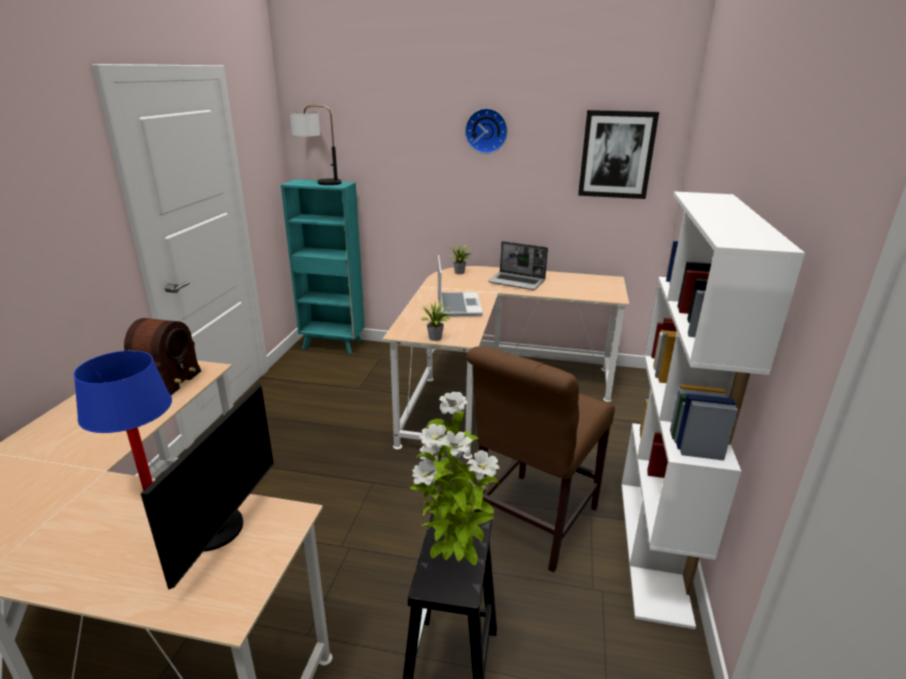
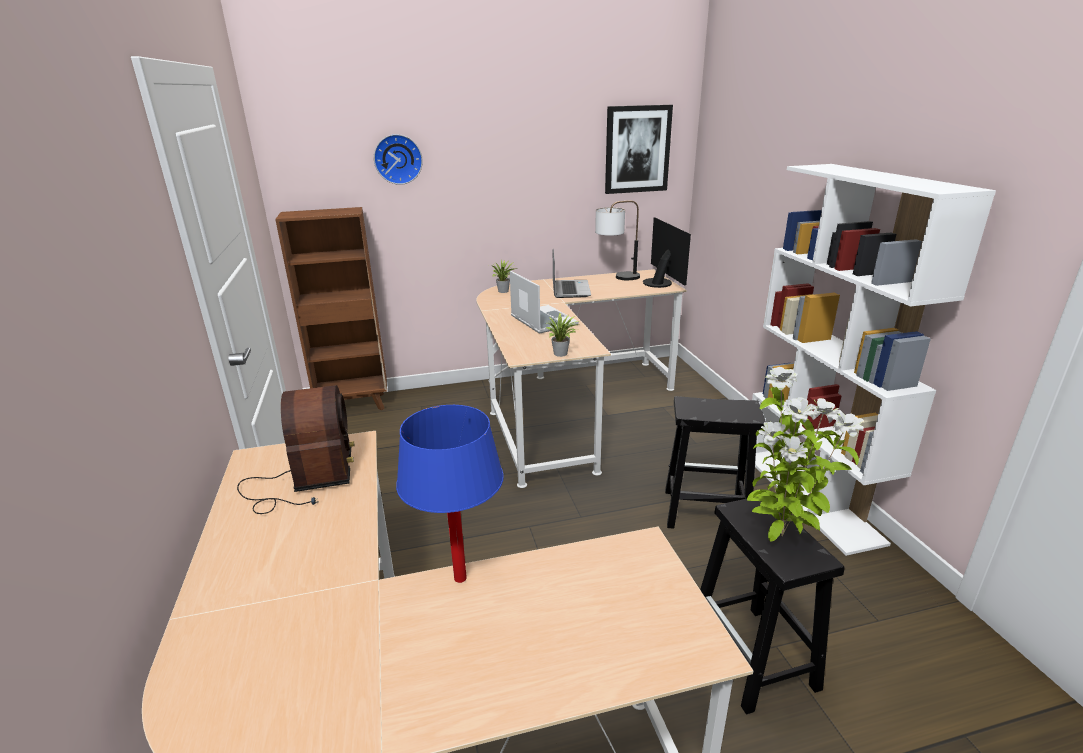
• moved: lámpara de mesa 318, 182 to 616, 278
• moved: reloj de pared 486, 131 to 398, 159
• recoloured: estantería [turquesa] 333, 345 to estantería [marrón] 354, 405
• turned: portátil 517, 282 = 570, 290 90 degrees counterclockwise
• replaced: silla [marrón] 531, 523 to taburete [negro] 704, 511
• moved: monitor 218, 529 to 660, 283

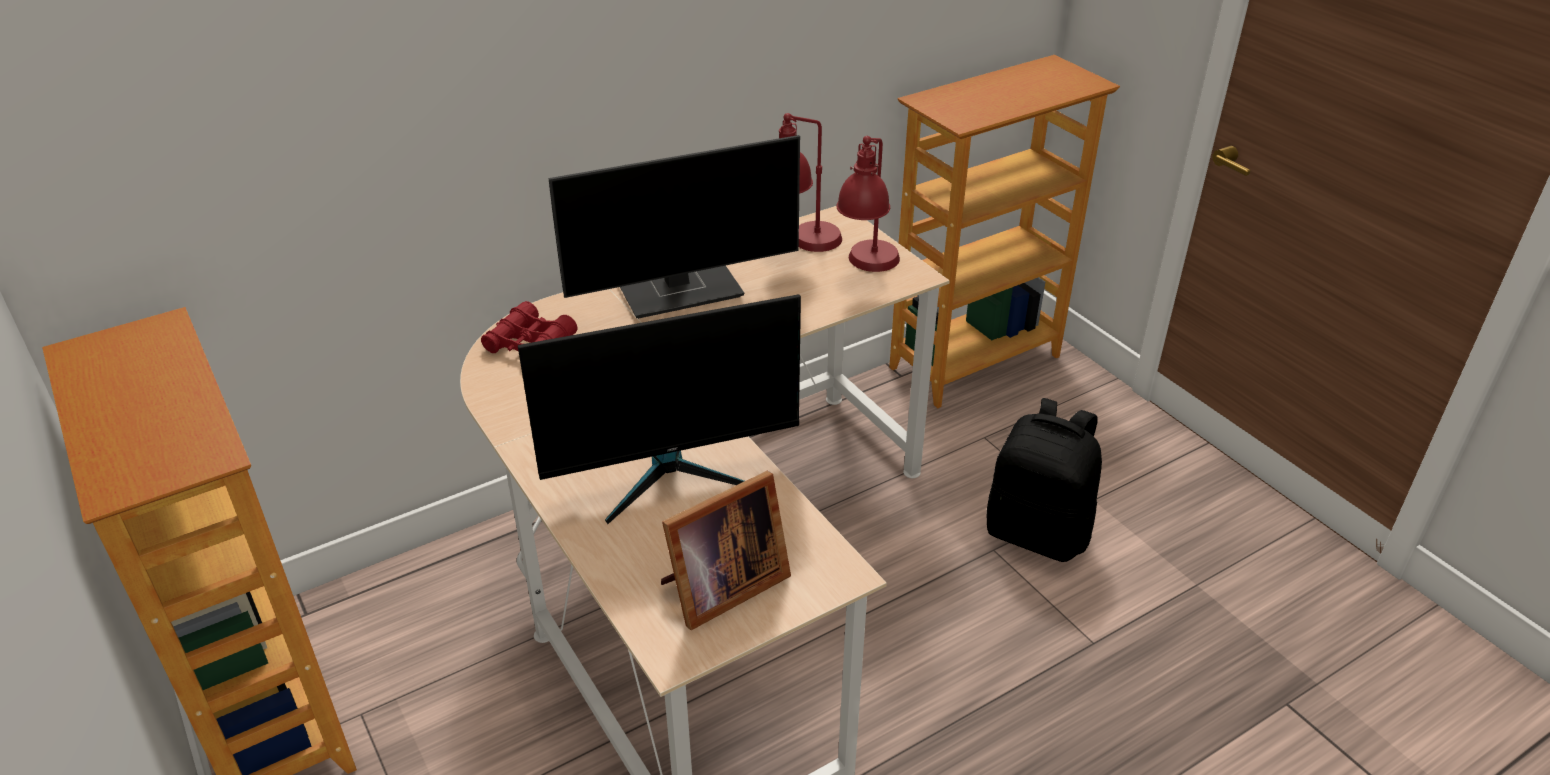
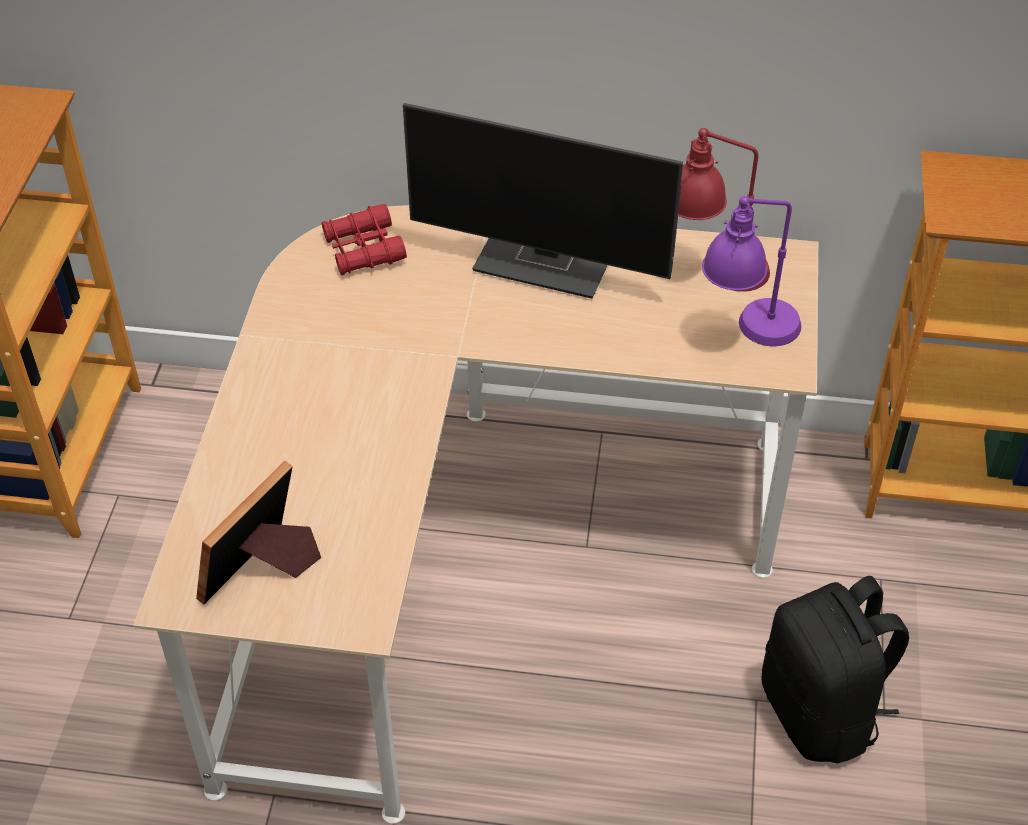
• recoloured: lámpara de mesa [rojo] 867, 269 to lámpara de mesa [morado] 747, 334
• removed: monitor 673, 474
• turned: portarretratos 720, 588 = 263, 570 120 degrees clockwise

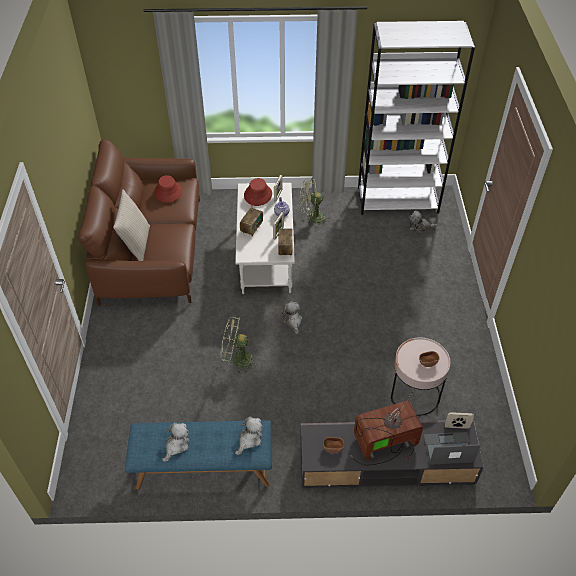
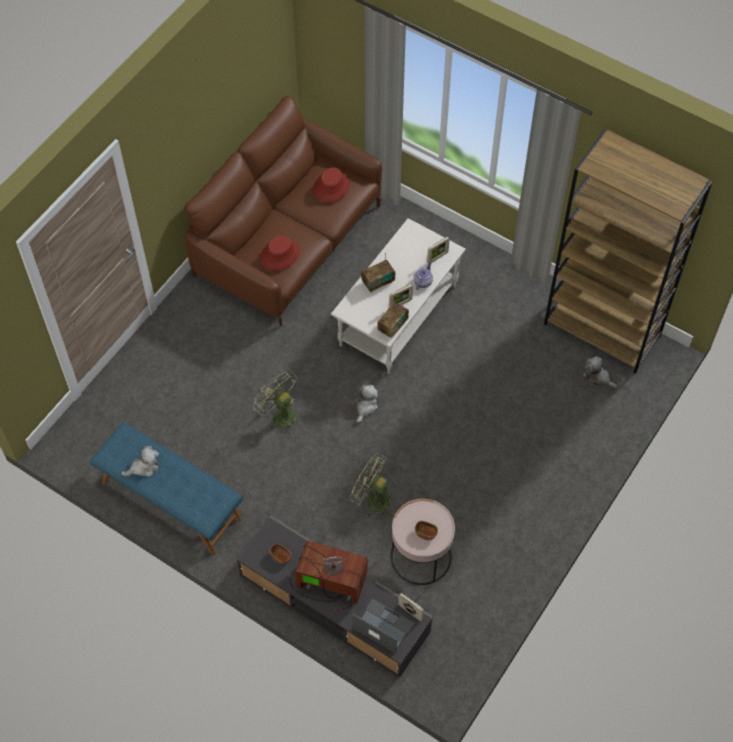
• recoloured: estantería [blanco] 398, 200 to estantería [marrón] 603, 329
• moved: sombrero [rojo] 257, 195 to 279, 255
• moved: ventilador [verde] 311, 218 to 373, 499
• removed: cojín [beis] 136, 244
• removed: peluche 249, 439

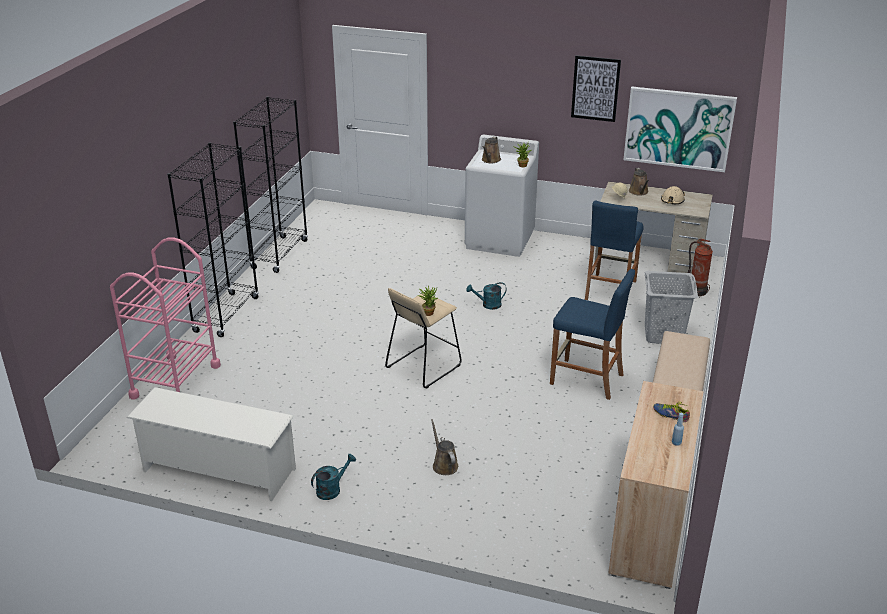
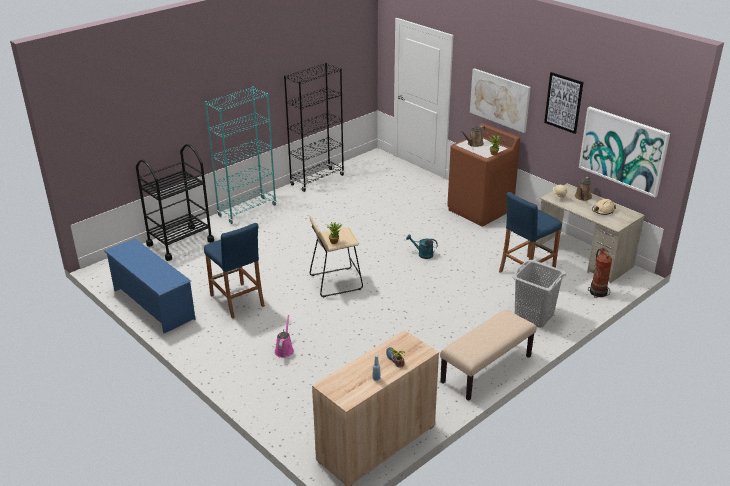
• recoloured: lavadora [blanco] 500, 240 to lavadora [marrón] 480, 210
• recoloured: estantería [negro] 226, 315 to estantería [turquesa] 247, 210
• recoloured: carrito [rosa] 175, 381 to carrito [negro] 180, 243
• moved: taburete [azul] 586, 379 to 237, 300
• recoloured: zapatero [blanco] 218, 470 to zapatero [azul] 153, 304
• recoloured: regadera [marrón] 444, 464 to regadera [rosa] 284, 350
• removed: regadera [turquesa] 332, 489
• added: cuadro 499, 99

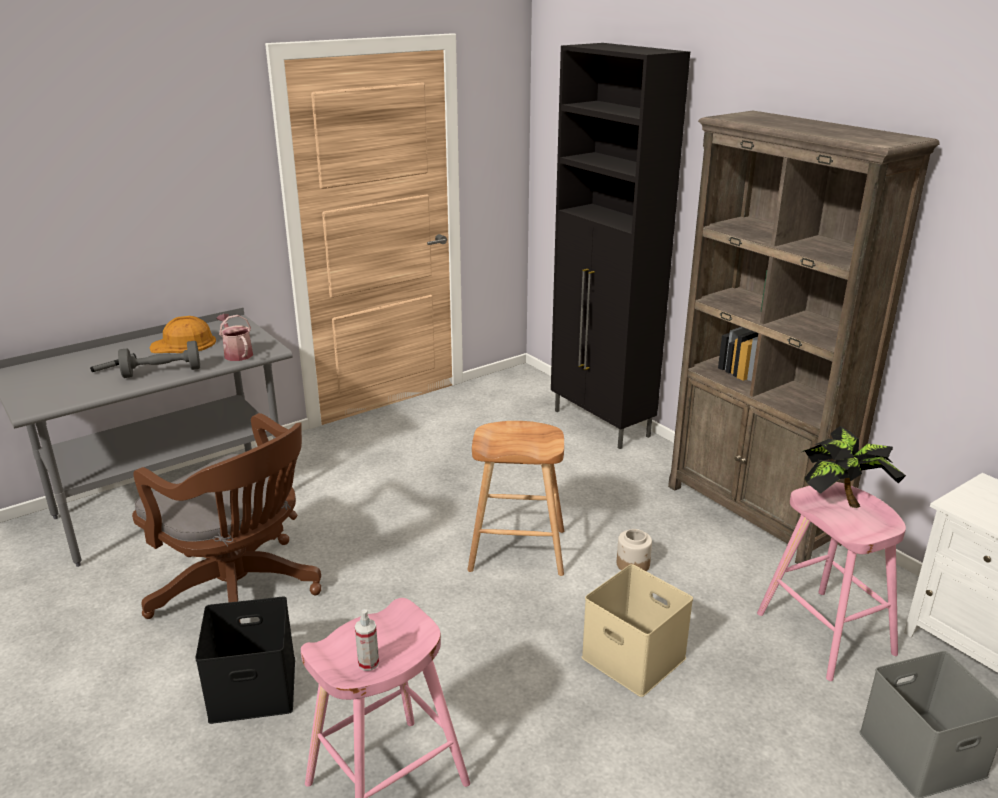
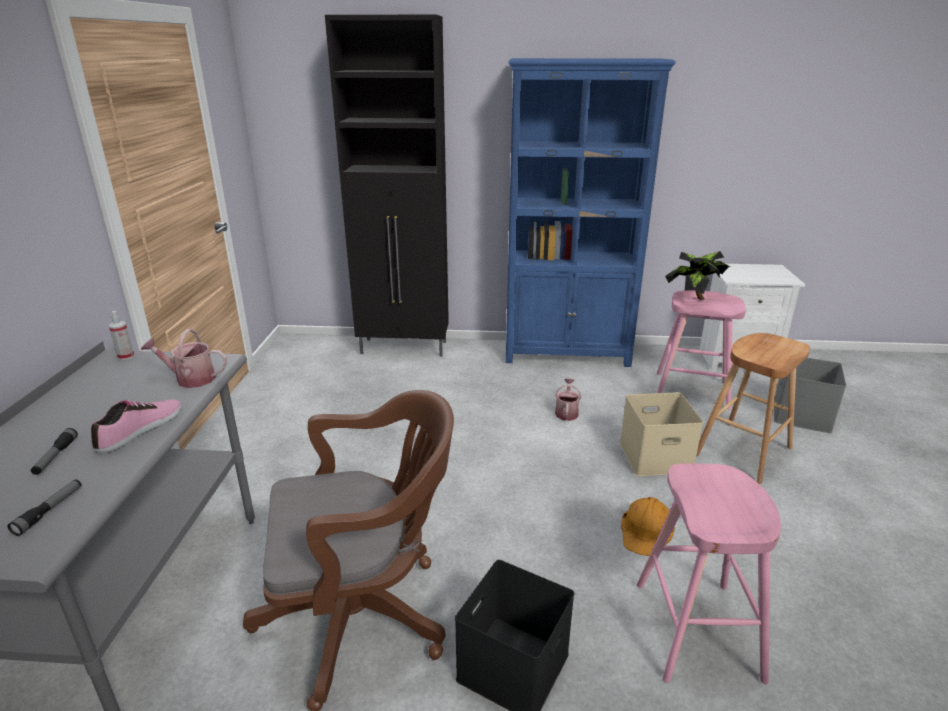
• recoloured: estantería [marrón] 753, 514 to estantería [azul] 567, 354
• moved: casco [naranja] 184, 344 to 646, 530
• replaced: mancuerna [gris] 162, 372 to zapato 141, 430
• moved: taburete [marrón] 517, 550 to 743, 452
• replaced: tarro 633, 564 to regadera 566, 412
• moved: pulverizador 368, 663 to 126, 356
• added: linterna 49, 511

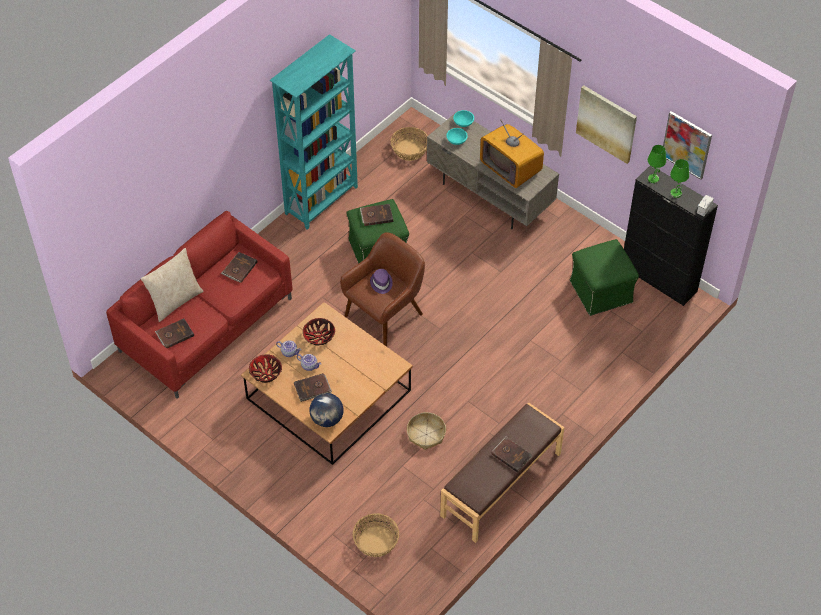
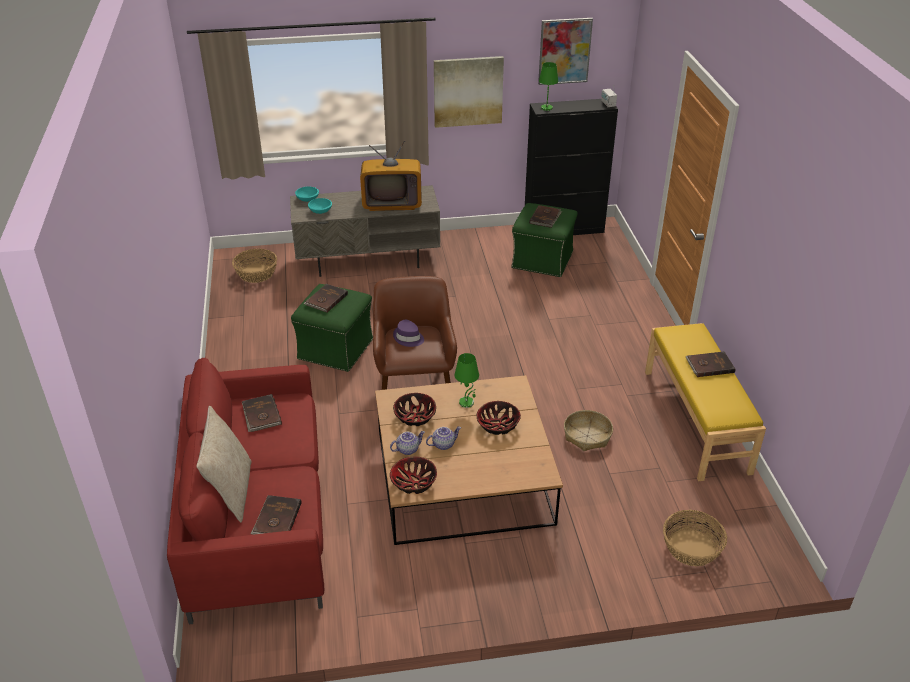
• removed: estantería [turquesa] 322, 200
• moved: lámpara de mesa [verde] 676, 193 to 467, 402
• moved: libro [marrón] 312, 389 to 545, 218
• removed: globo terráqueo 327, 419
• recoloured: banco [marrón] 501, 485 to banco [amarillo] 696, 420
• added: cuenco 498, 426

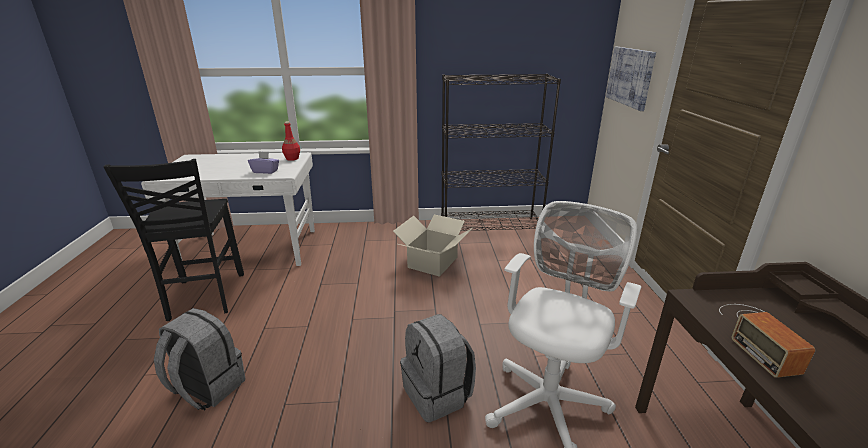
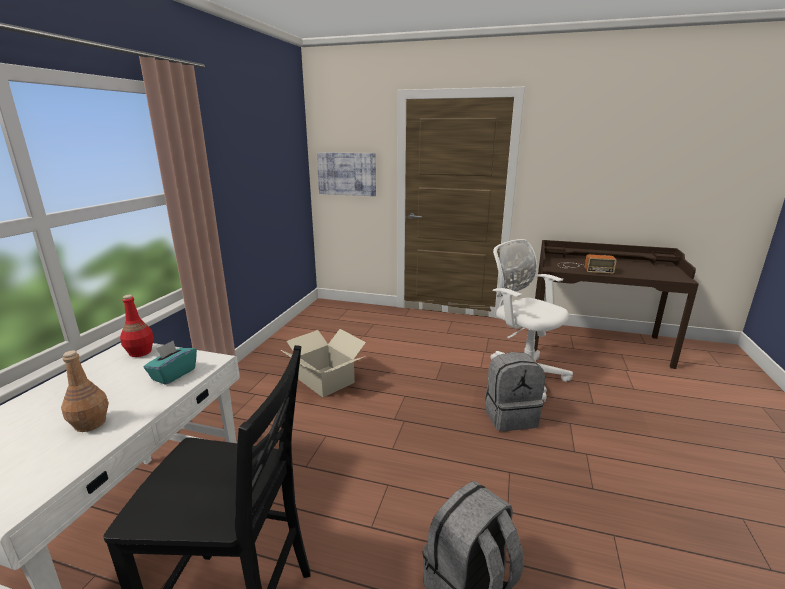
• removed: estantería [negro] 490, 226
• recoloured: caja de pañuelos [morado] 265, 171 to caja de pañuelos [turquesa] 173, 374
• added: botella [marrón] 91, 424

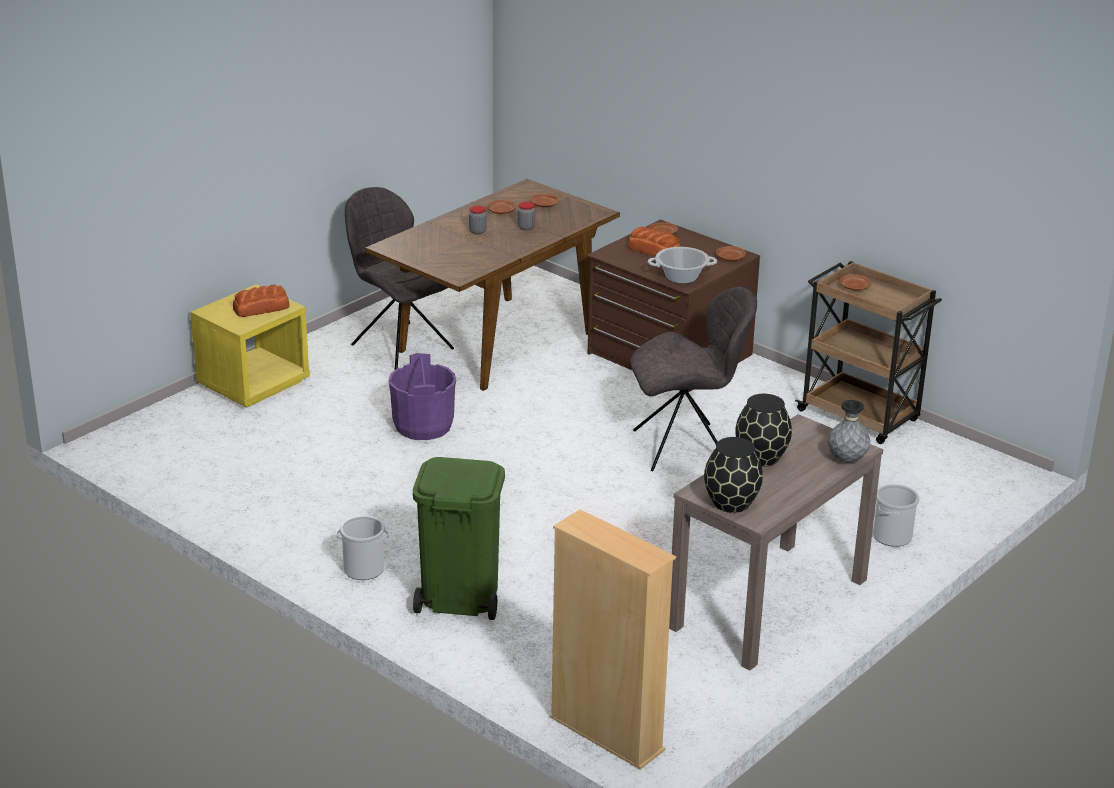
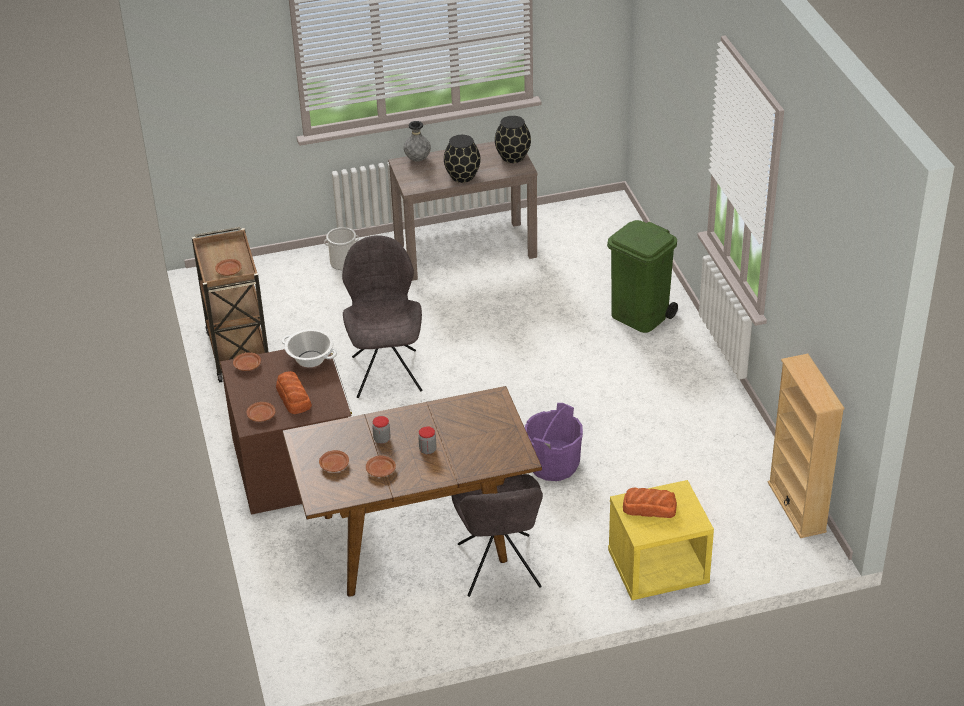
• turned: silla [gris] 685, 447 = 386, 371 60 degrees clockwise
• moved: estantería [beis] 606, 734 to 796, 507
• removed: cubo 364, 569

